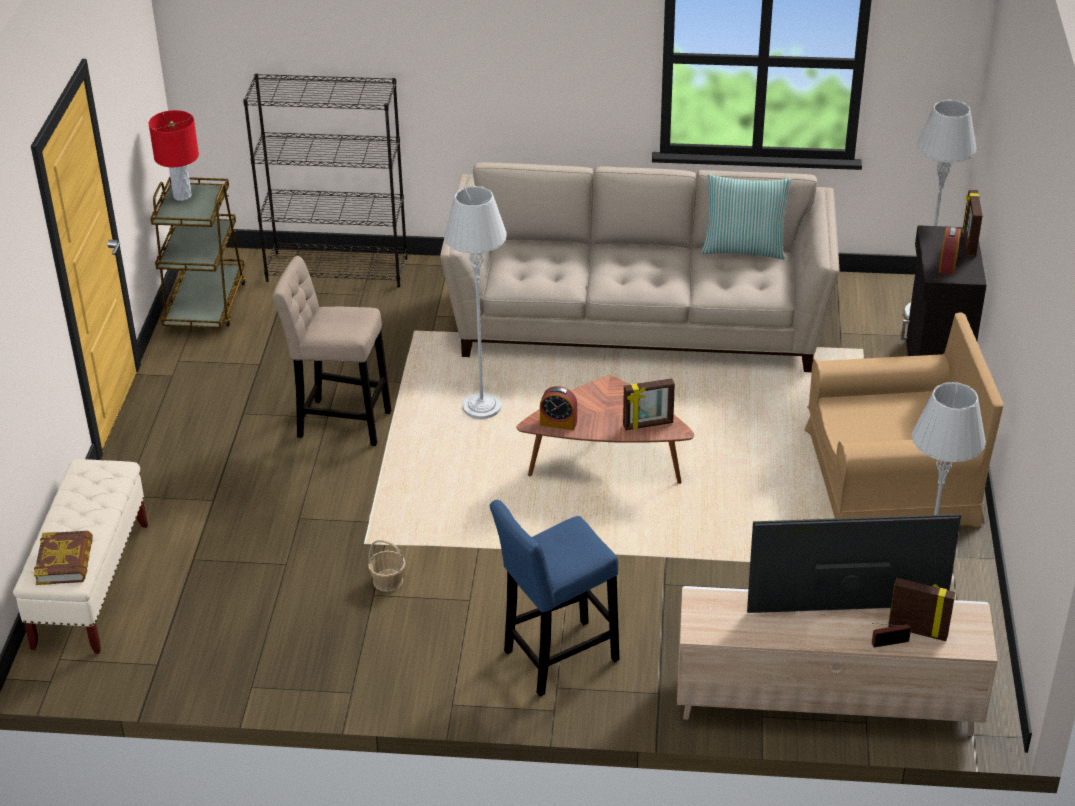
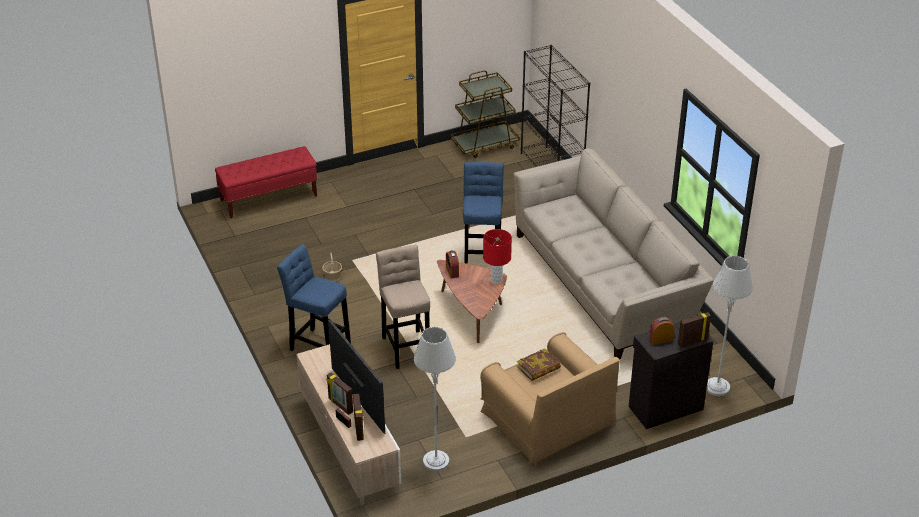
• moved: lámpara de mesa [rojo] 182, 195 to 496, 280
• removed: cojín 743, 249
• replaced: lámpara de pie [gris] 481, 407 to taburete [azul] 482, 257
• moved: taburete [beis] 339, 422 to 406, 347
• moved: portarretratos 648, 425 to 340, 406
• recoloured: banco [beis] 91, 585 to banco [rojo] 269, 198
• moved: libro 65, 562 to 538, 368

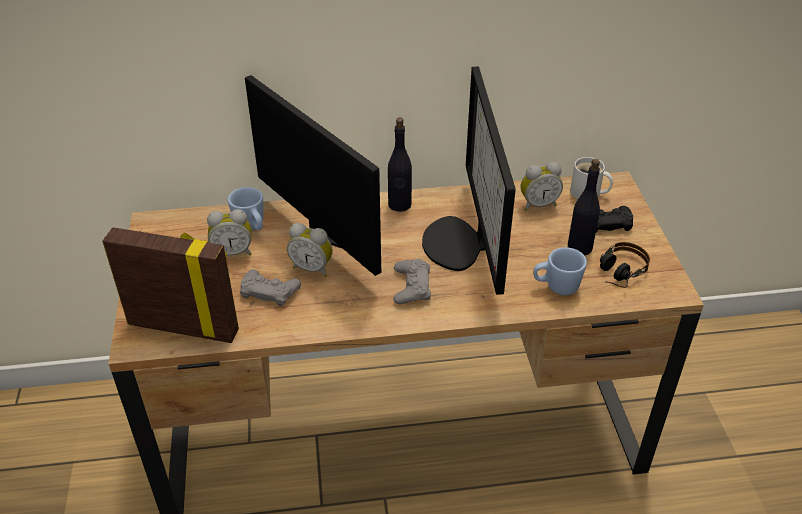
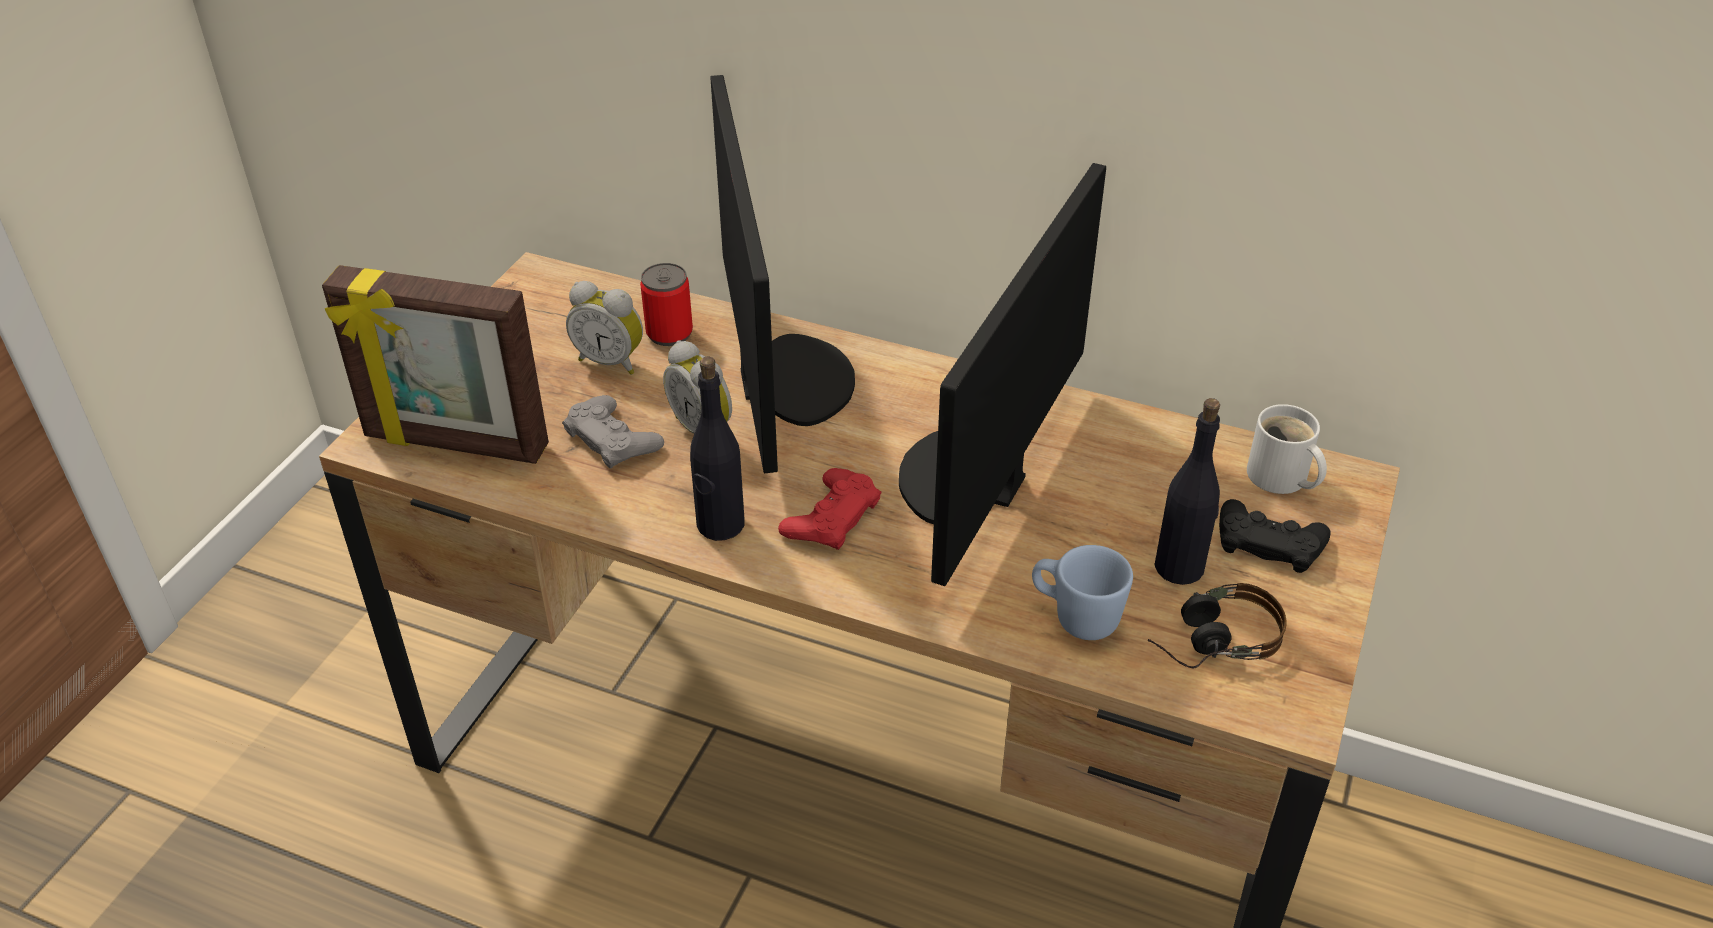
• moved: botella [negro] 399, 205 to 720, 525
• removed: despertador 538, 204
• replaced: taza grande [azul] 252, 227 to lata 669, 333
• turned: portarretratos 184, 326 = 455, 444 150 degrees clockwise
• recoloured: mando de consola [gris] 411, 286 to mando de consola [rojo] 831, 517

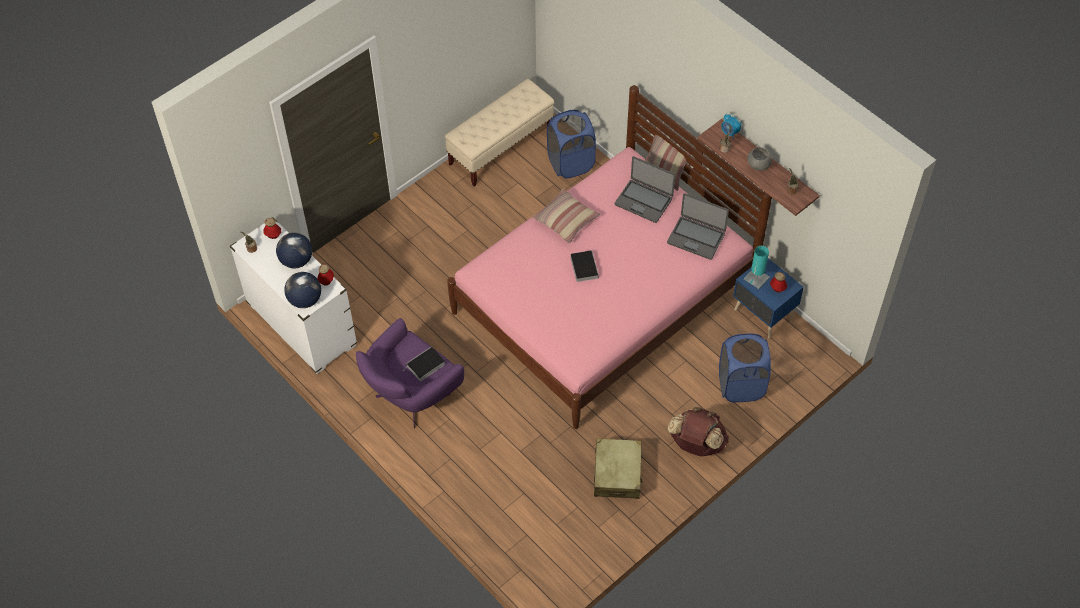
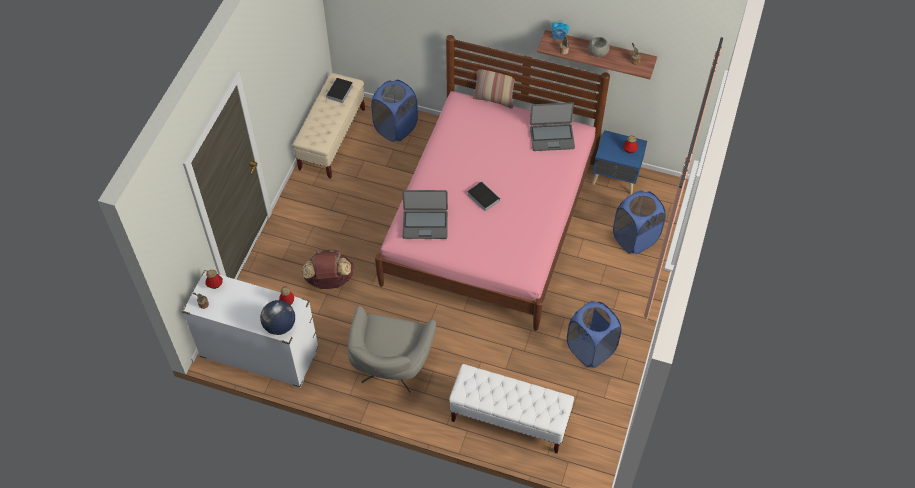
• moved: portátil 644, 201 to 425, 224
• removed: cojín 565, 220
• removed: globo terráqueo 296, 261
• removed: lámpara de mesa [turquesa] 756, 278
• recoloured: sillón [morado] 410, 398 to sillón [gris] 390, 369
• moved: libro 425, 366 to 339, 92
• moved: mochila [marrón] 696, 444 to 329, 281
• replaced: maleta [beis] 617, 473 to cesto de la ropa [azul] 590, 349
• added: banco [blanco] 509, 419

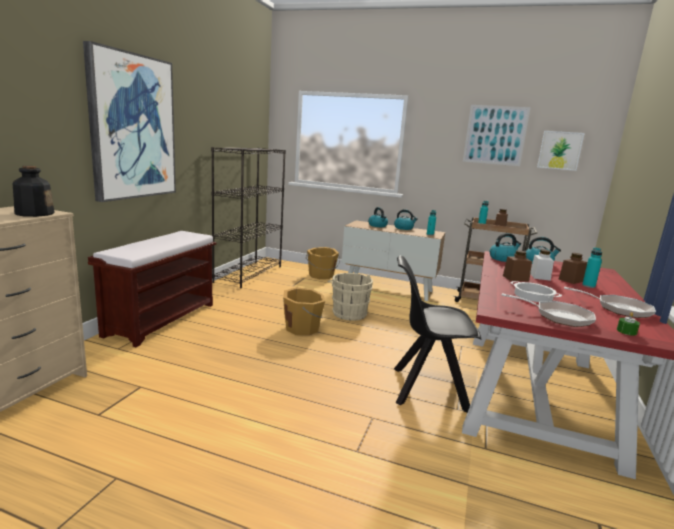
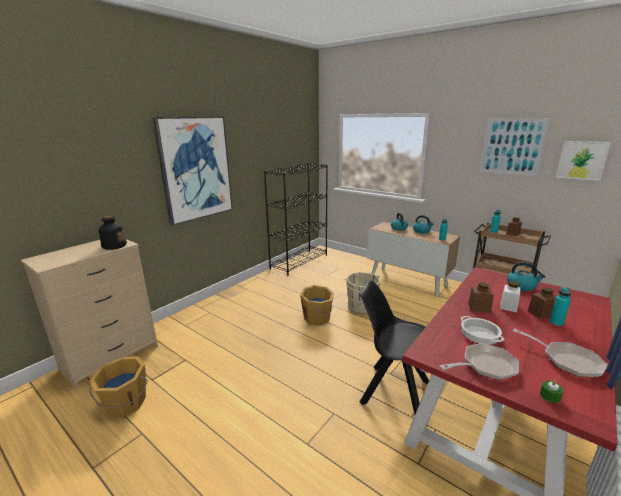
• removed: banco [marrón] 162, 319
• removed: hervidor 503, 259
• moved: cubo [naranja] 321, 275 to 125, 403
• turned: sartén 558, 316 = 485, 366 60 degrees counterclockwise

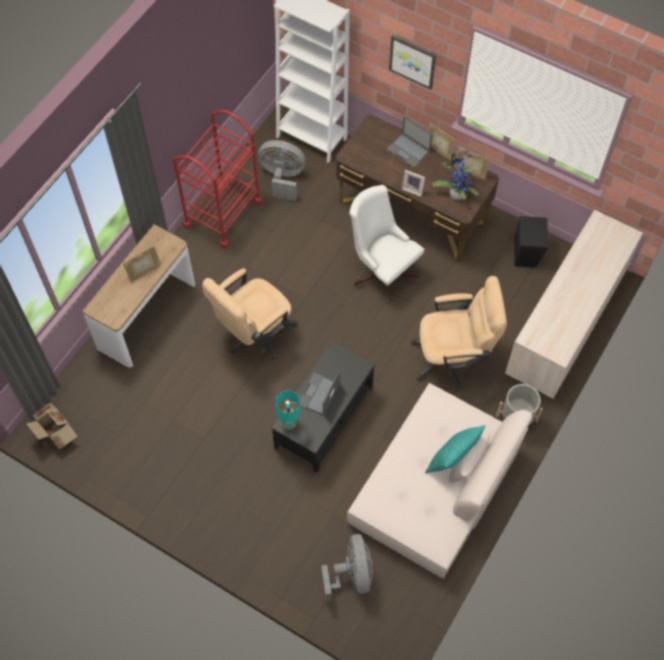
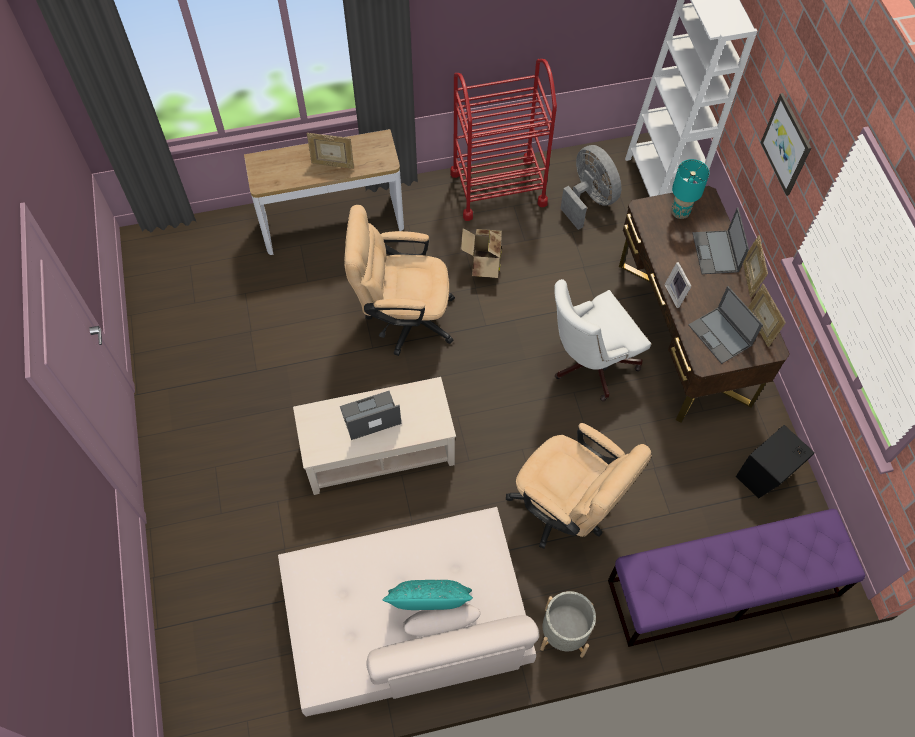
• replaced: planta en maceta 456, 193 to portátil 720, 336
• turned: silla de oficina [blanco] 382, 271 = 588, 363 120 degrees counterclockwise
• replaced: cómoda [beis] 564, 327 to banco [morado] 722, 588
• recoloured: mesa de centro [negro] 324, 417 to mesa de centro [beis] 378, 450
• moved: lámpara de mesa [turquesa] 289, 423 to 680, 212
• moved: caja de cartón 56, 433 to 483, 263
• removed: ventilador [gris] 351, 575

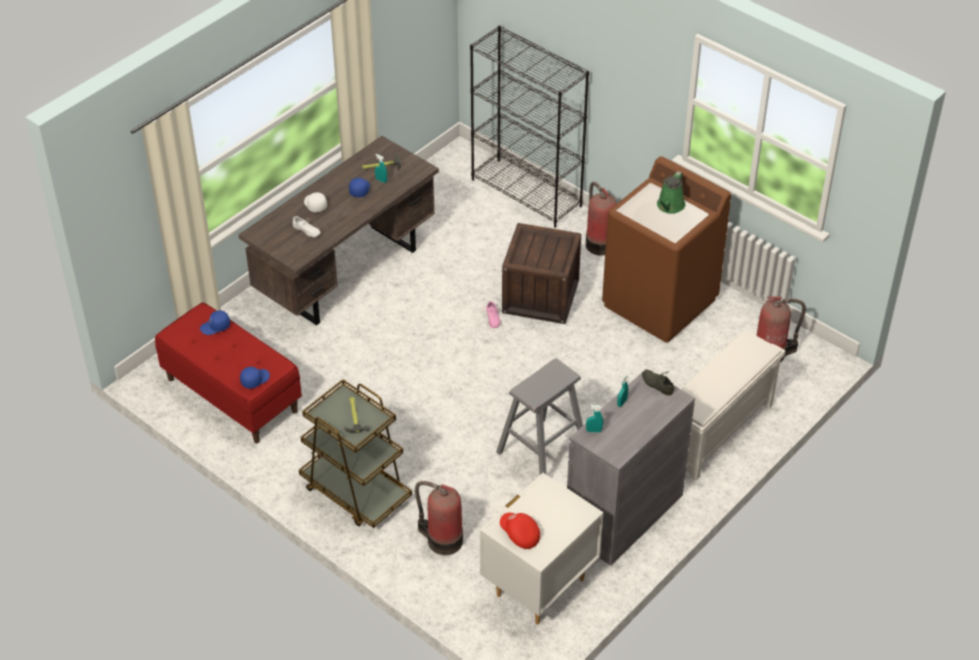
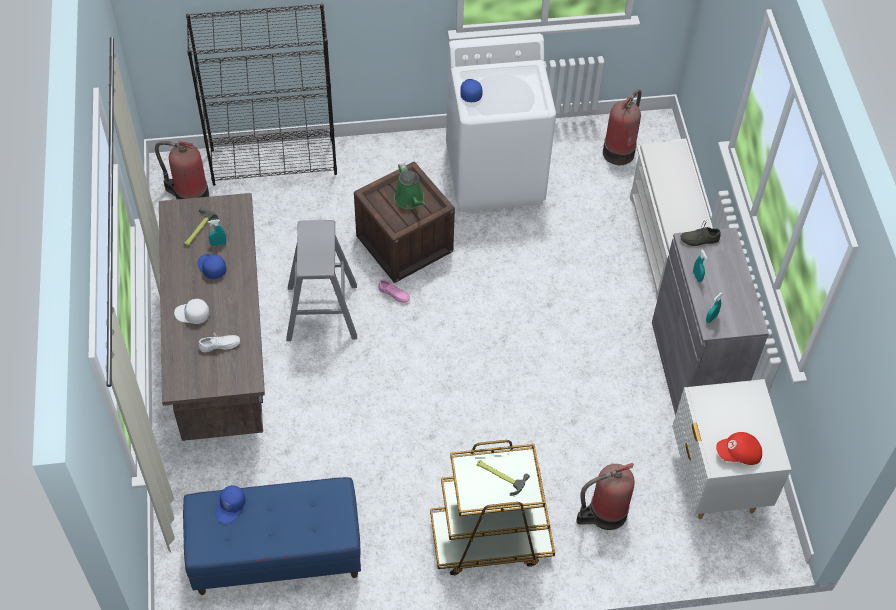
• recoloured: lavadora [marrón] 660, 303 to lavadora [blanco] 496, 175
• moved: regadera [verde] 669, 206 to 410, 200
• moved: extintor 599, 243 to 189, 195
• recoloured: banco [rojo] 231, 395 to banco [azul] 276, 555
• moved: taburete [gris] 542, 454 to 322, 312
• moved: gorra [azul] 255, 379 to 470, 92

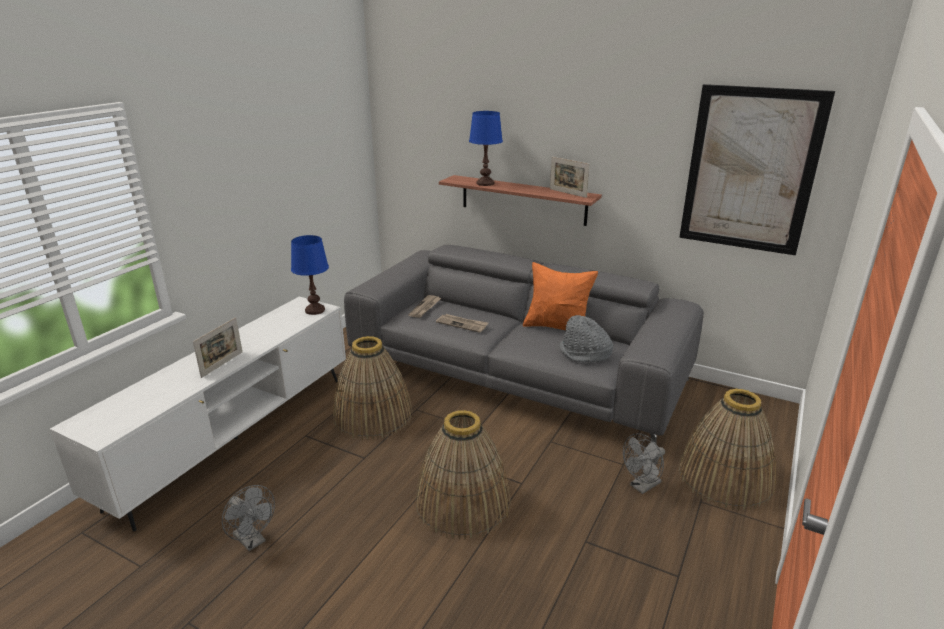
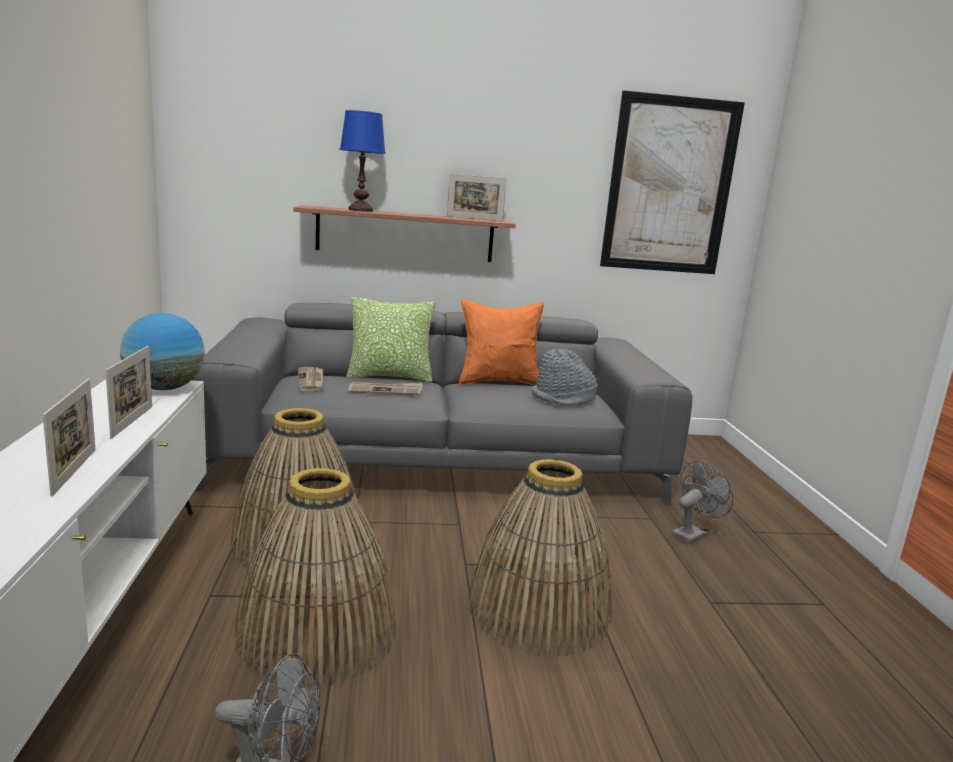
• replaced: lámpara de mesa [azul] 315, 310 to globo terráqueo 164, 388
• moved: cesta 725, 478 to 317, 632
• turned: ventilador [gris] 642, 486 = 693, 533 150 degrees counterclockwise
• added: cojín 389, 376
• added: portarretratos 132, 422

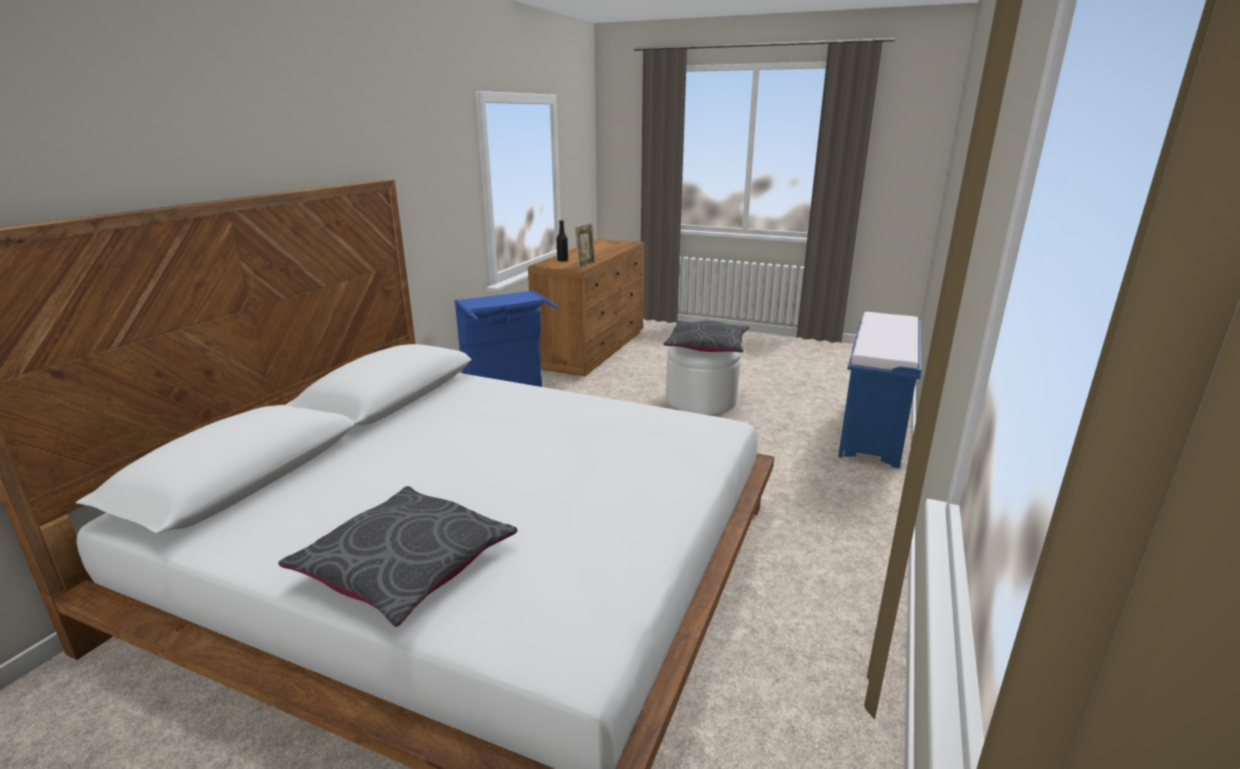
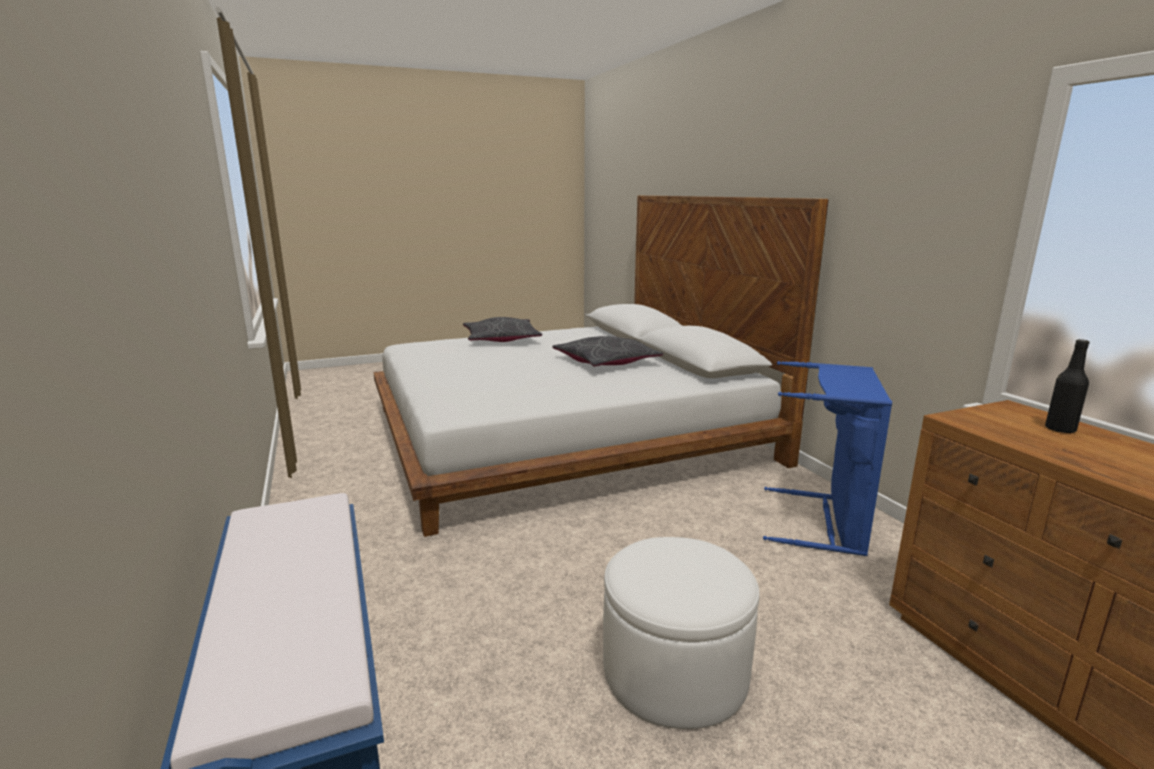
• removed: portarretratos 586, 266
• moved: cojín [gris] 707, 346 to 606, 362

